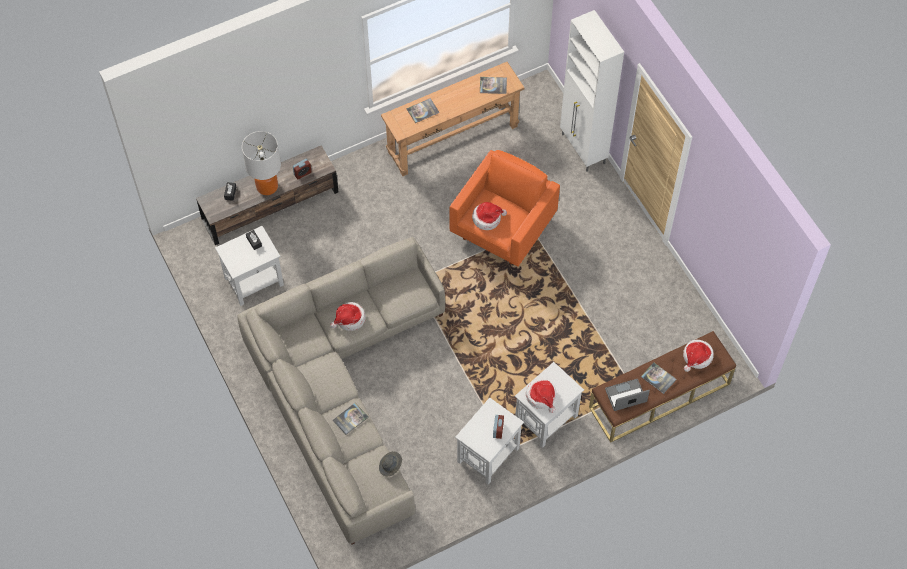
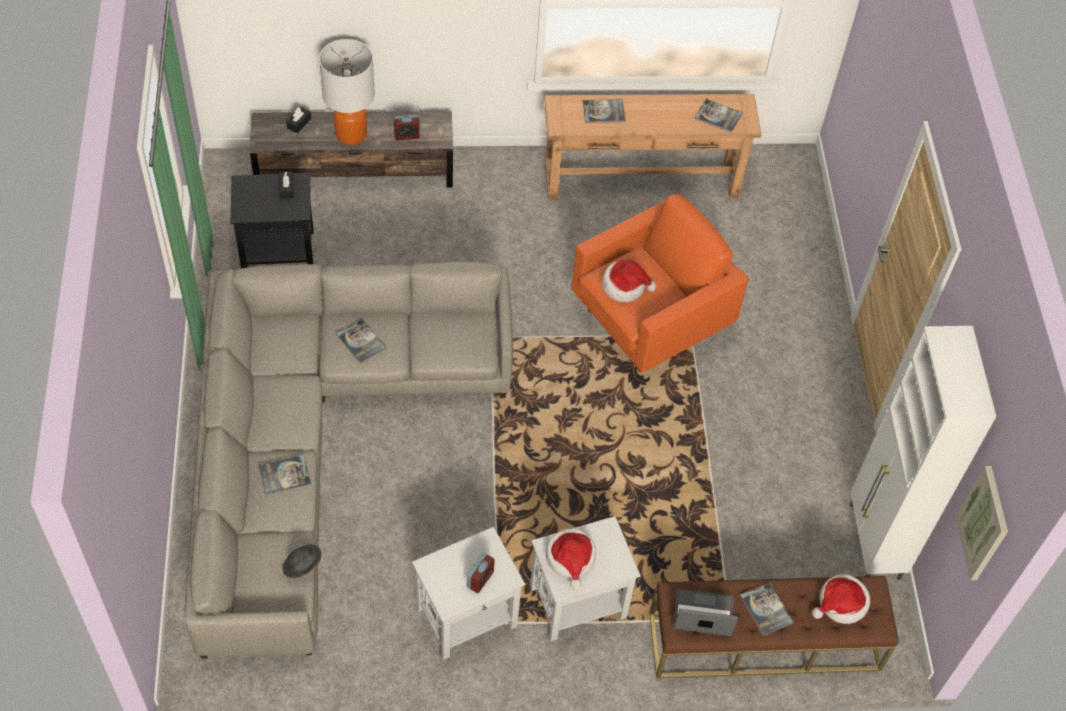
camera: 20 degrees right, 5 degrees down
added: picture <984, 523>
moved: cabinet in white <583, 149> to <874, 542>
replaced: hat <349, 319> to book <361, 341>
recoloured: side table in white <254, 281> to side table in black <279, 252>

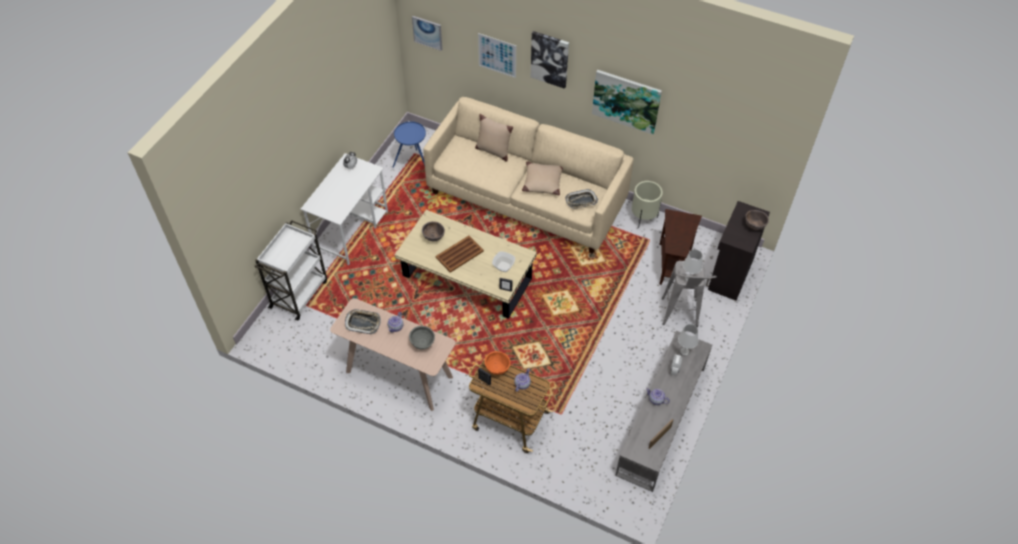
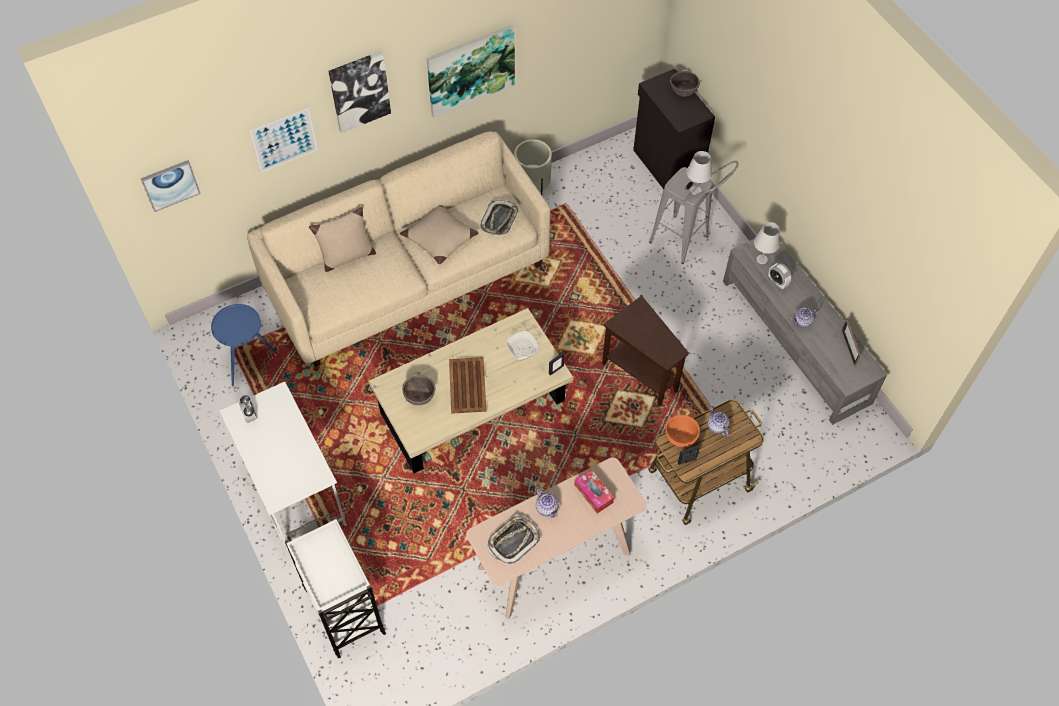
camera: 55 degrees left, 5 degrees up
moved: side table in brown <672, 263> to <640, 372>
replaced: bowl in grey <422, 344> to tissue box <593, 493>

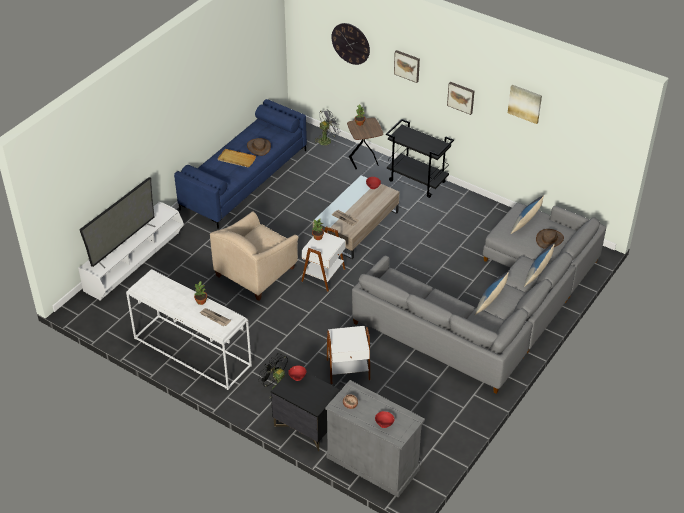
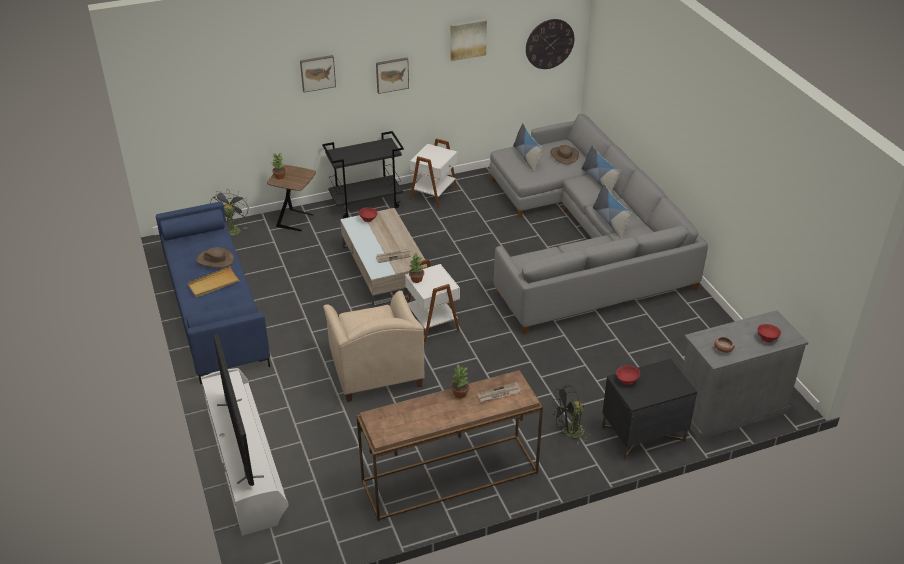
camera: 55 degrees left, 5 degrees down
moved: wall clock <350, 43> to <549, 44>; side table in white <348, 370> to <434, 195>
recoloured: console table in white <191, 352> to console table in brown <449, 478>

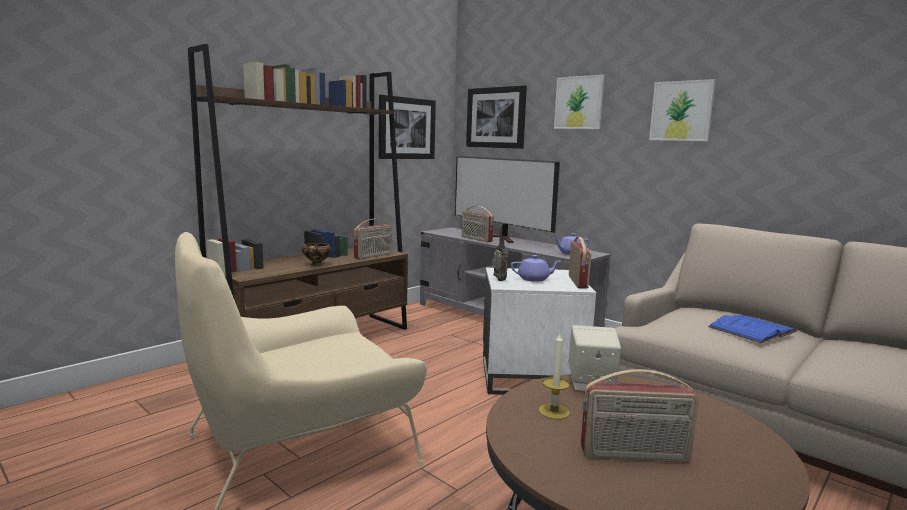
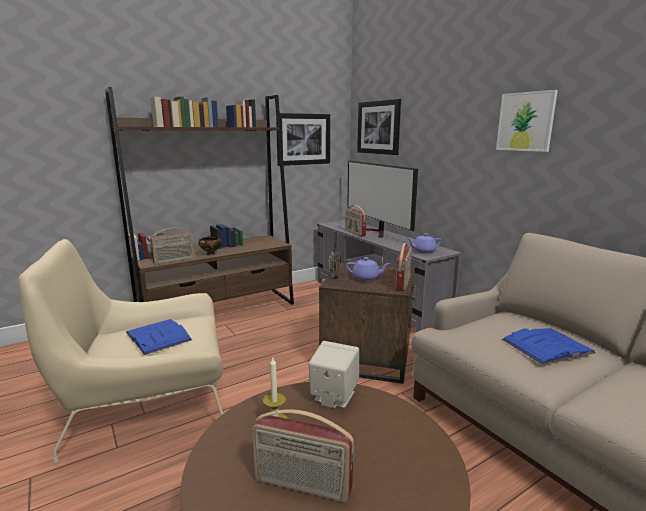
camera: 15 degrees right, 5 degrees up
removed: picture <579, 103>
added: book in blue <158, 336>
moved: radio <373, 256> to <174, 261>
recoloured: side table in white <530, 375> to side table in brown <367, 357>

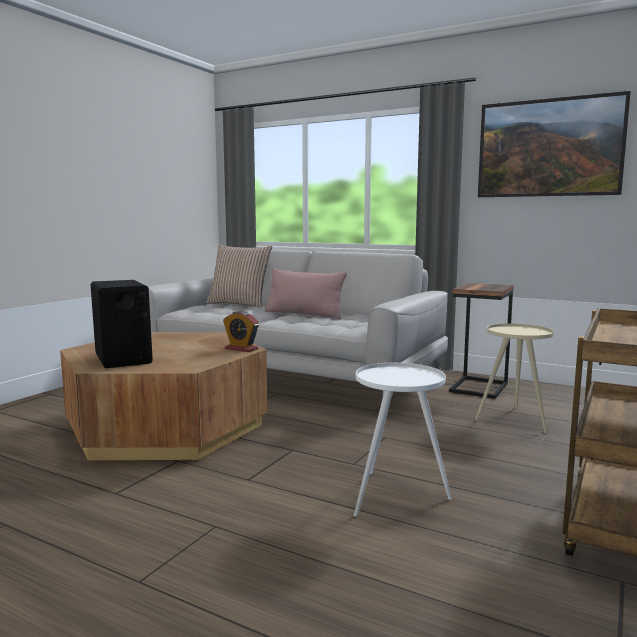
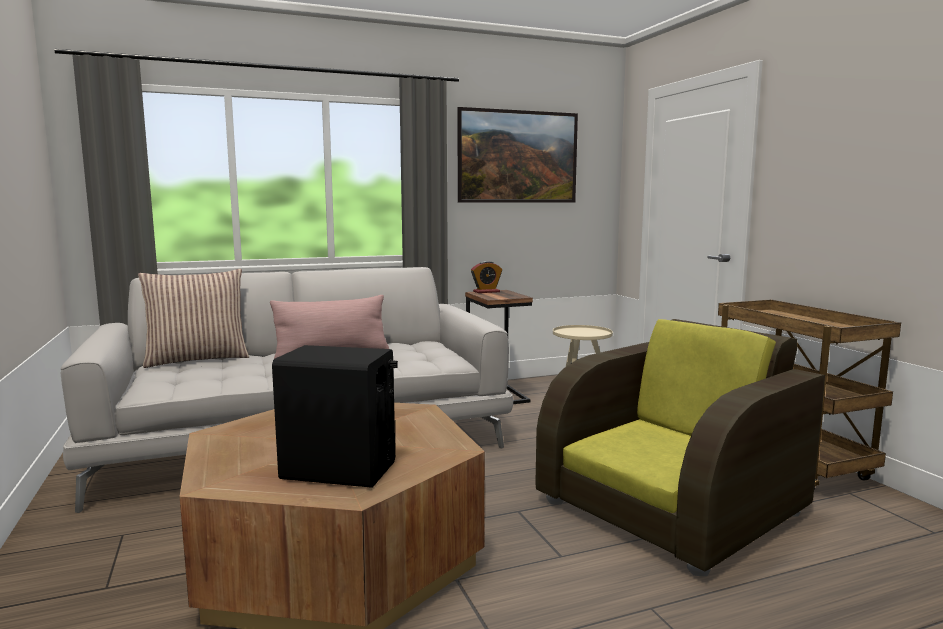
camera: 50 degrees left, 0 degrees up
moved: alarm clock <241, 349> to <486, 292>
replaced: side table in white <396, 497> to armchair in brown <672, 507>

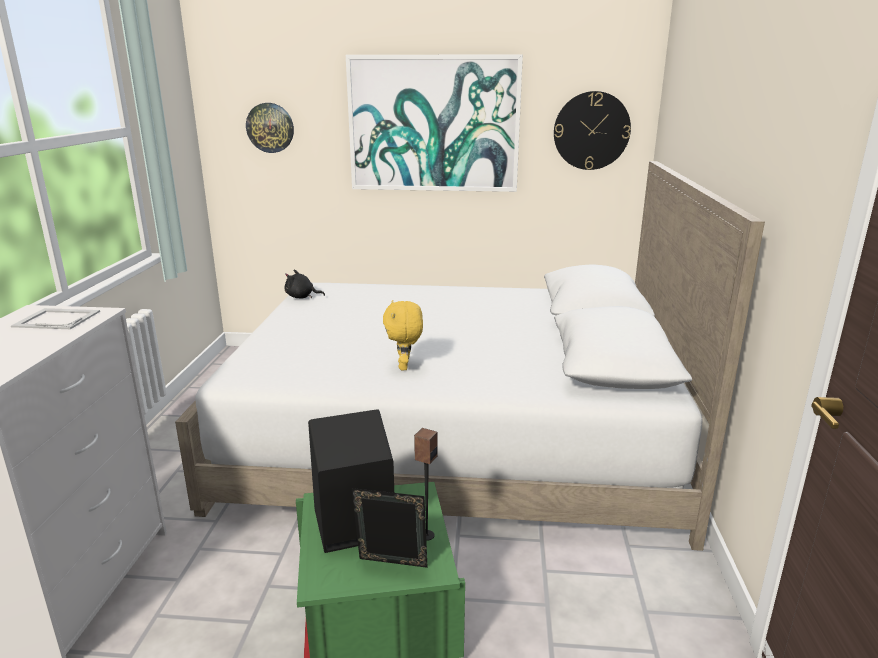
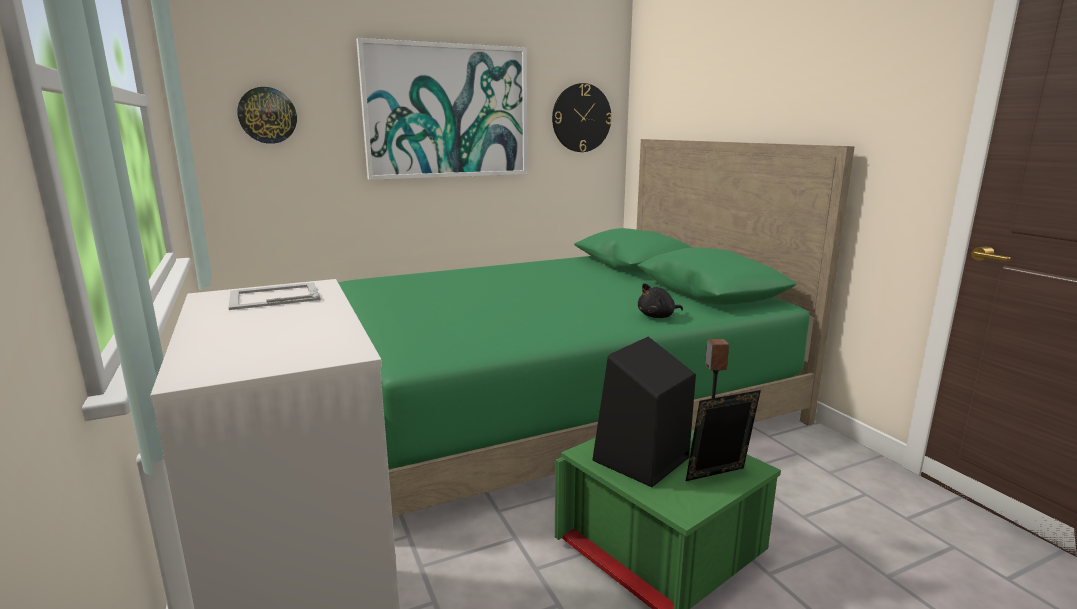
camera: 30 degrees left, 5 degrees down
removed: plush toy in yellow <404, 366>
moved: plush toy in black <302, 297> to <658, 316>
recoloured: bed in white <452, 437> to bed in green <553, 401>

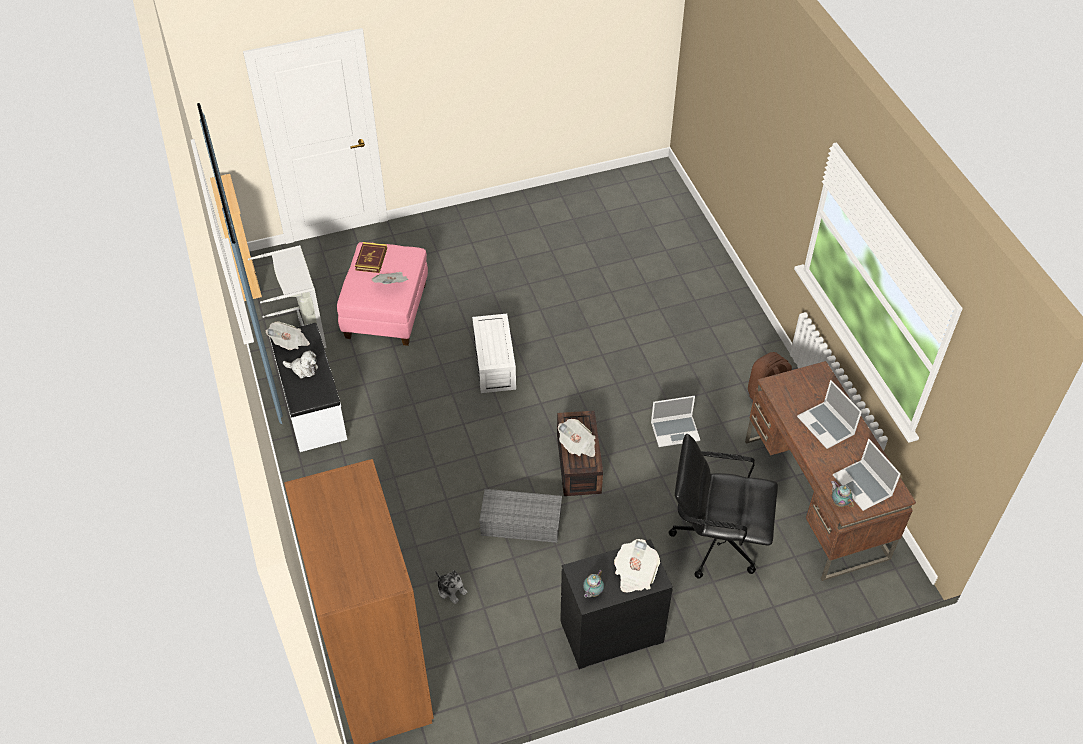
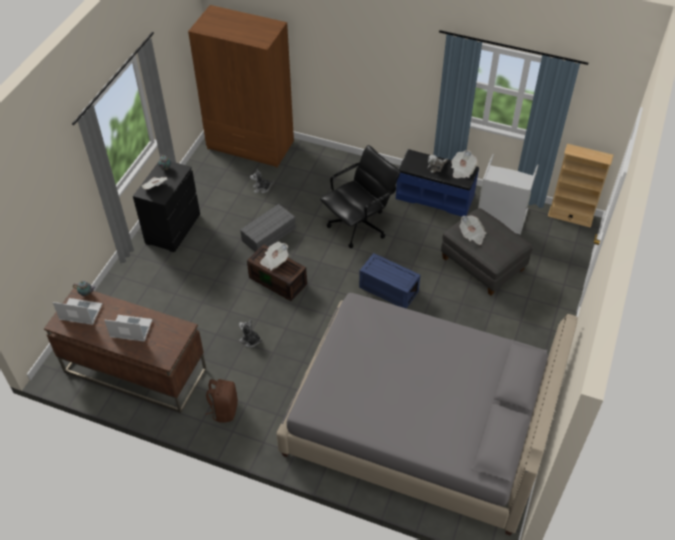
camera: 130 degrees right, 0 degrees up
removed: book <371, 259>
added: bed in grey <419, 423>
moved: office chair in black <715, 540> to <359, 226>
replaced: laptop <675, 431> to plush toy <250, 340>
recoloured: ottoman in pink <386, 311> to ottoman in grey <483, 265>; storage box in white <495, 365> to storage box in blue <387, 289>; bench in white <311, 405> to bench in blue <435, 197>

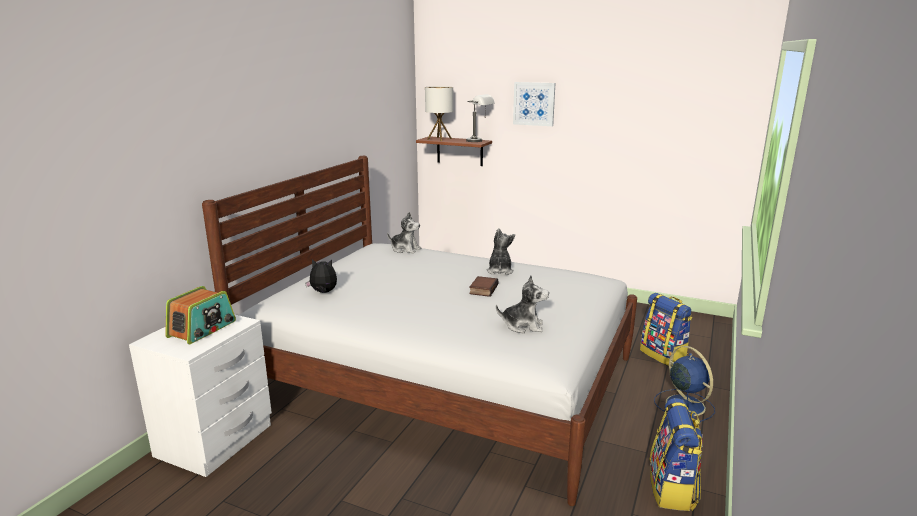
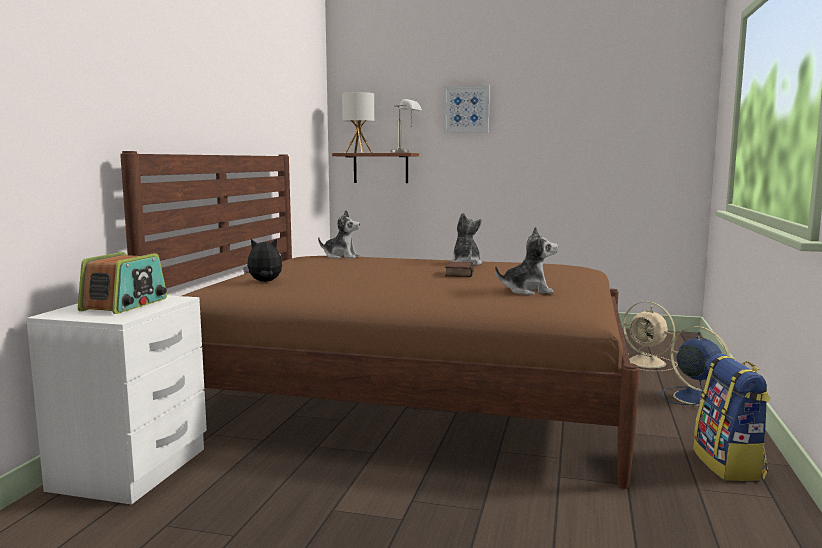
camera: 10 degrees left, 10 degrees down
replaced: backpack <664, 356> to fan in beige <648, 363>
recoloured: bed in white <444, 379> to bed in brown <410, 396>

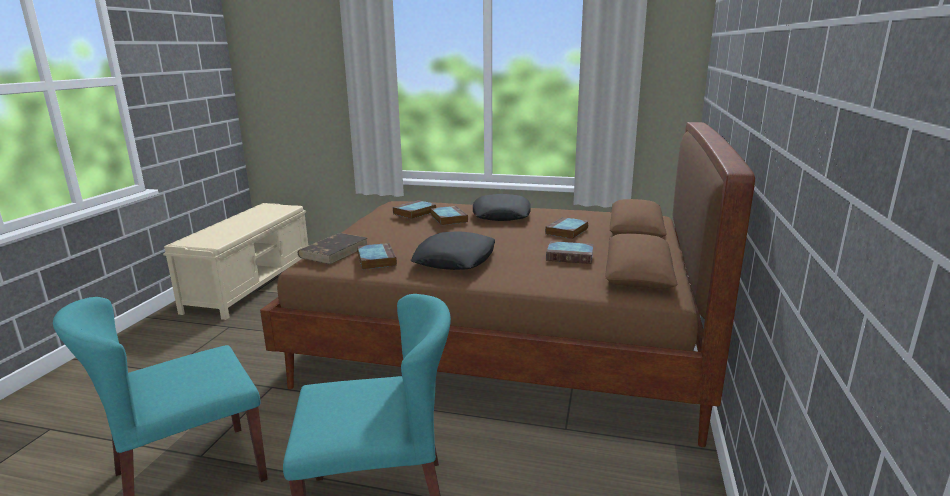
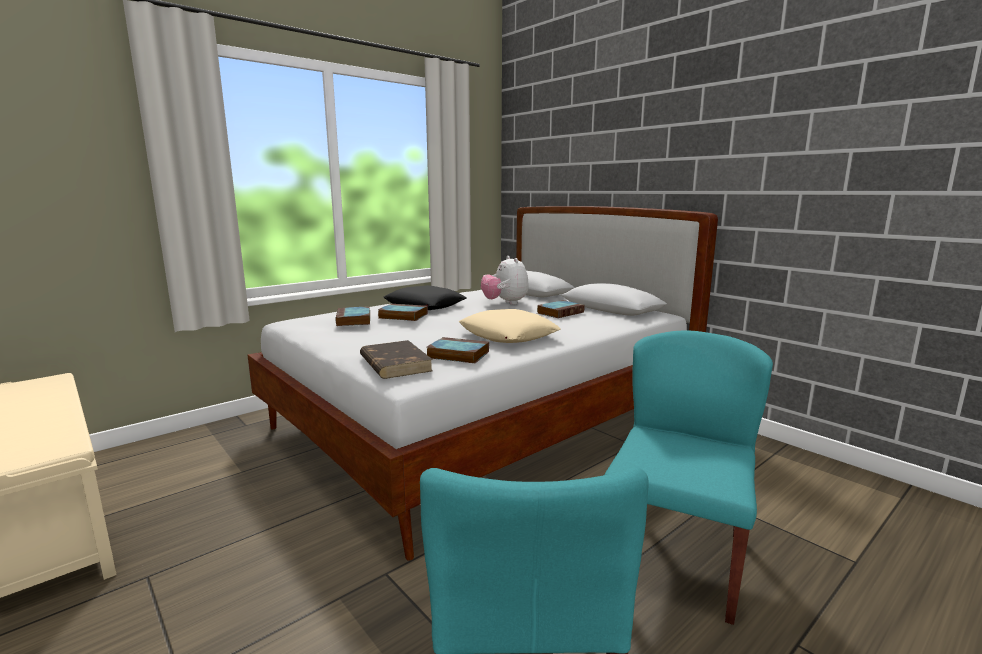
camera: 55 degrees left, 5 degrees down
replaced: book <567, 232> to plush toy <505, 303>
recoloured: bed in brown <504, 342> to bed in white <485, 423>; pillow in black <455, 259> to pillow in beige <508, 335>

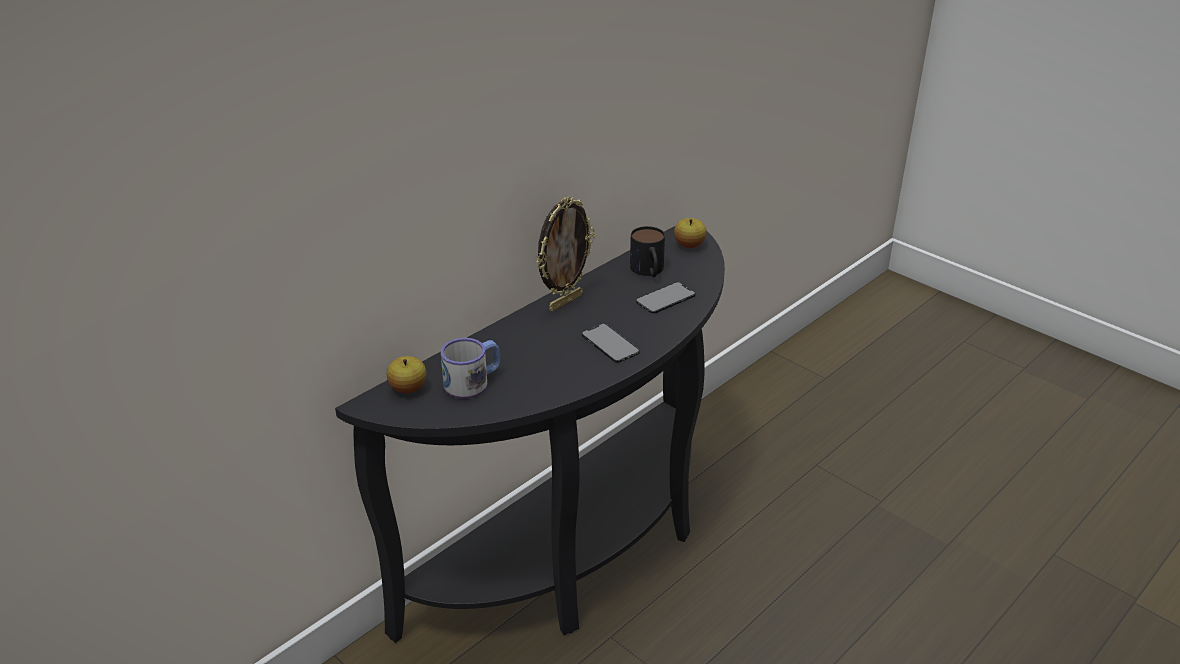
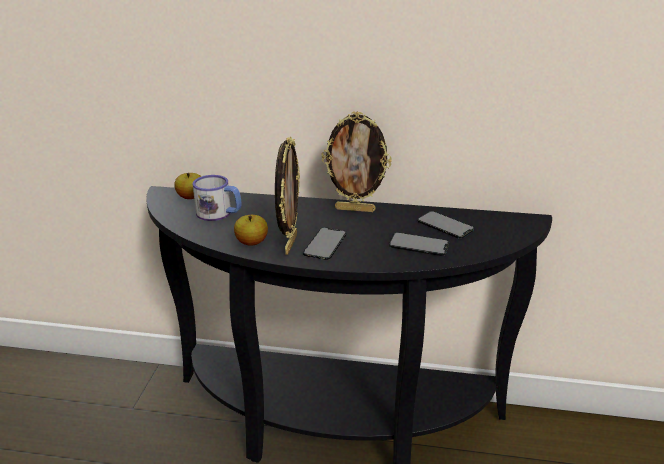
camera: 55 degrees right, 5 degrees down
added: picture frame <289, 244>
moved: apple <689, 245> to <252, 242>
replaced: mug <648, 271> to phone <445, 225>

